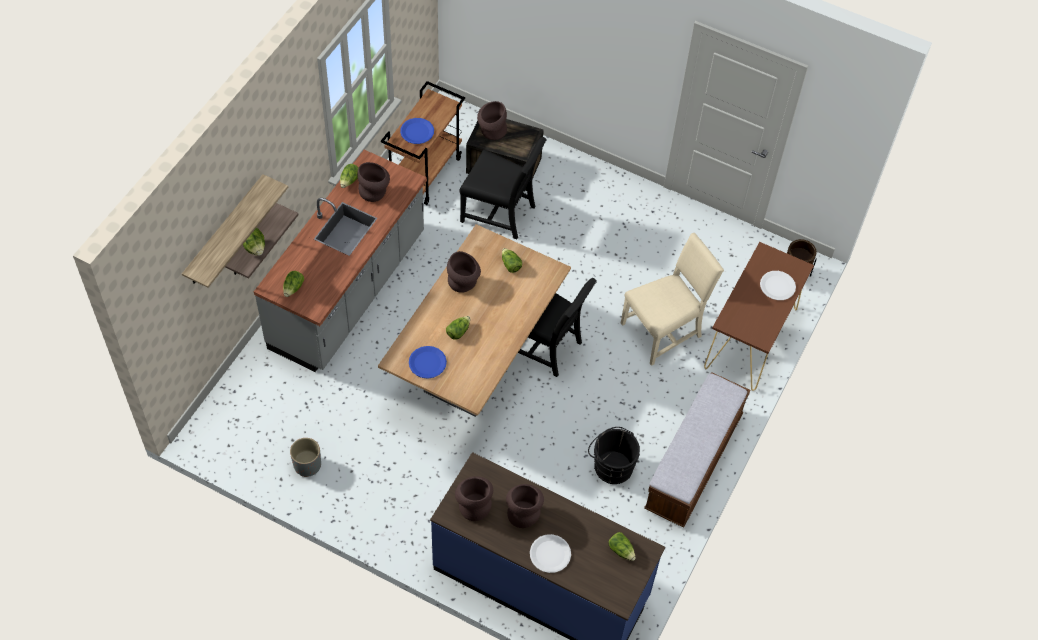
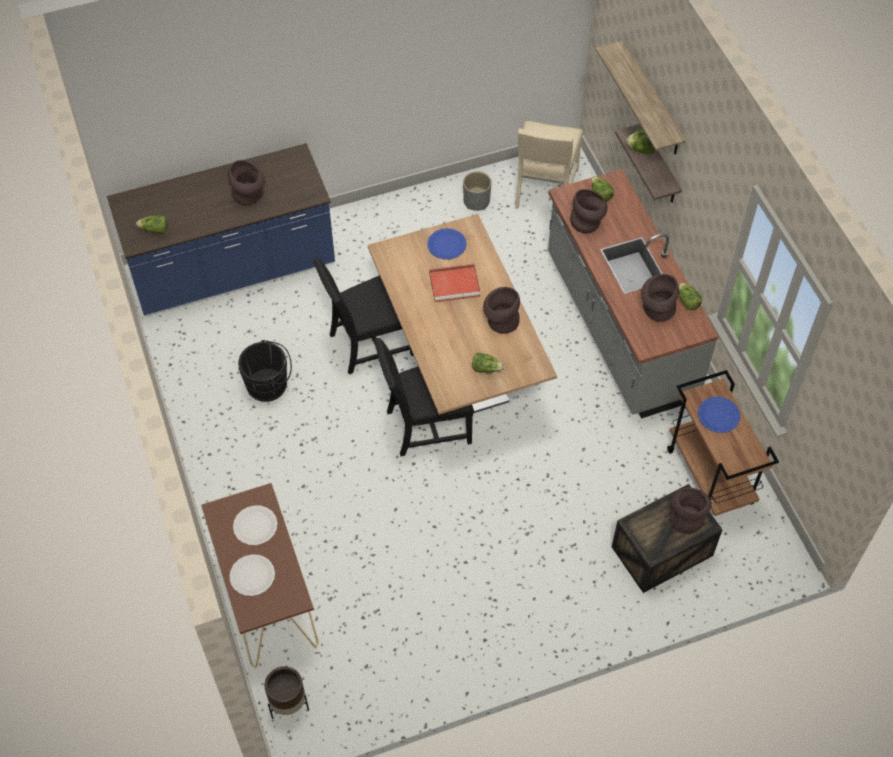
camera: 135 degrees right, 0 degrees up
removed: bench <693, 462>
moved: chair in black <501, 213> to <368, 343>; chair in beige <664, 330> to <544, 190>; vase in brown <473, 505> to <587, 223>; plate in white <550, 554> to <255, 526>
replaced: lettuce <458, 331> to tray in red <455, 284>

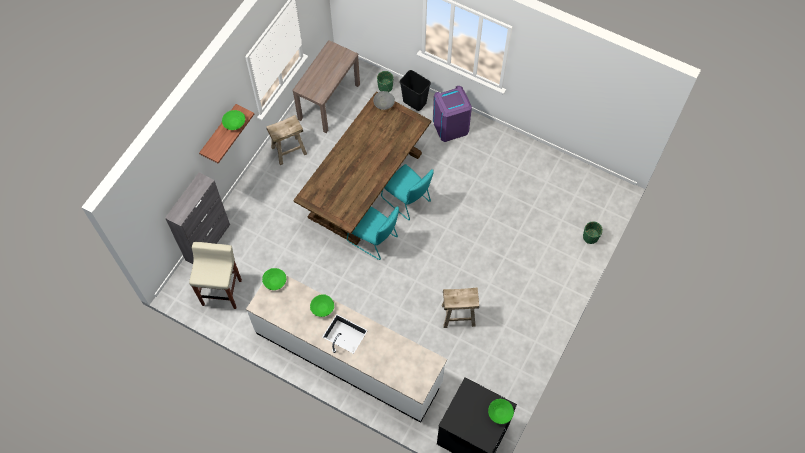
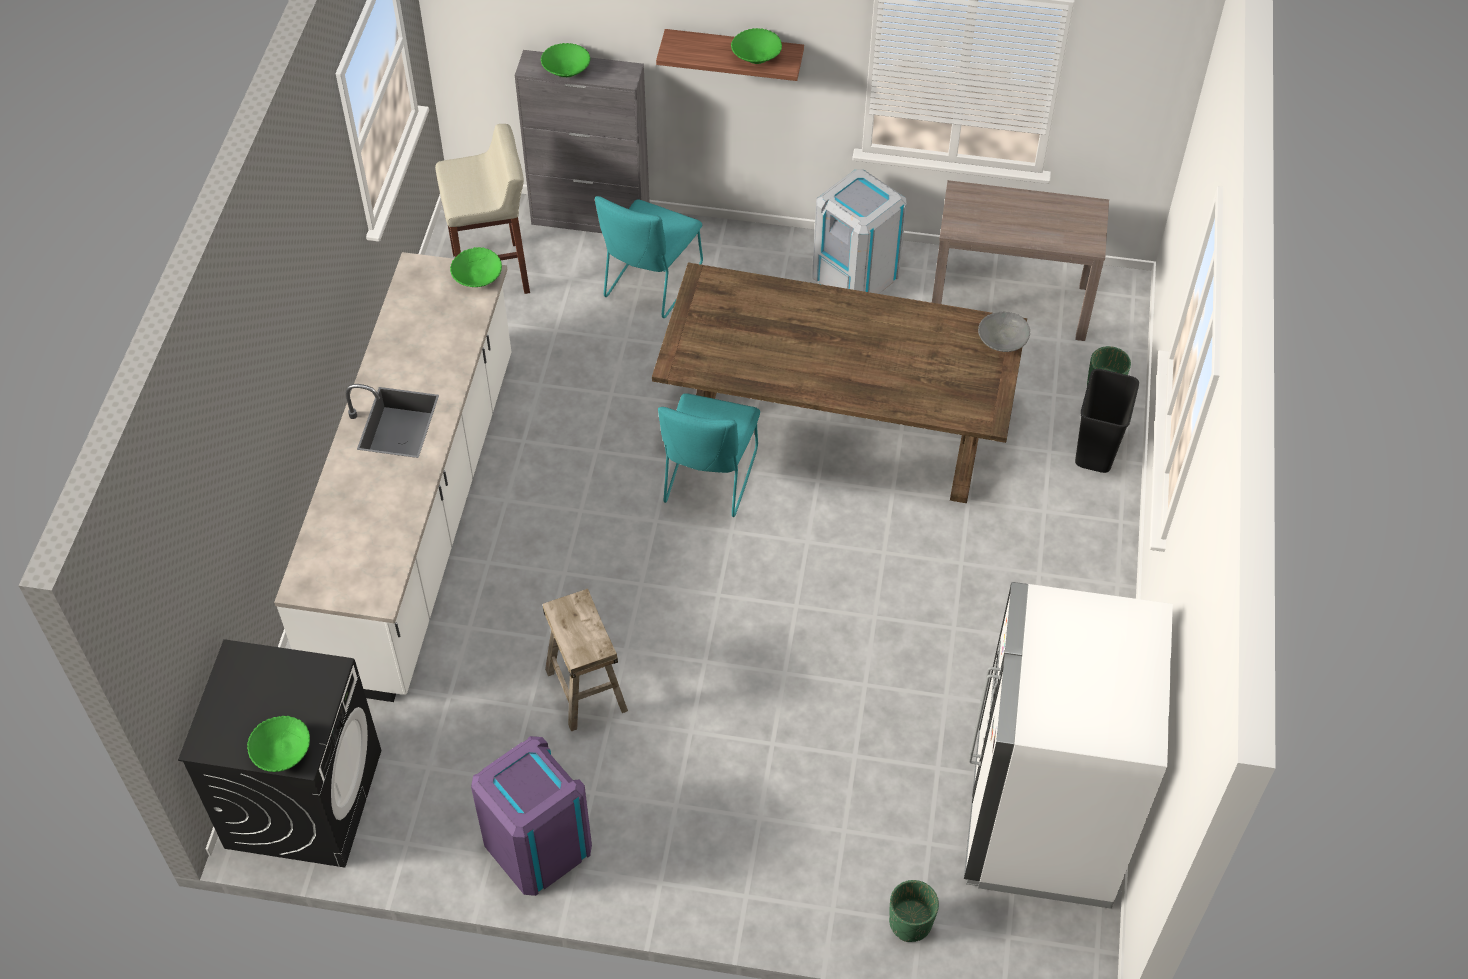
camera: 70 degrees right, 10 degrees down
added: fridge in white <1041, 821>
moved: trash can in purple <450, 126> to <537, 845>; chair in turquoise <407, 201> to <650, 285>; bowl in green <322, 308> to <566, 70>
replaced: stool in beige <289, 150> to trash can in grey <855, 274>

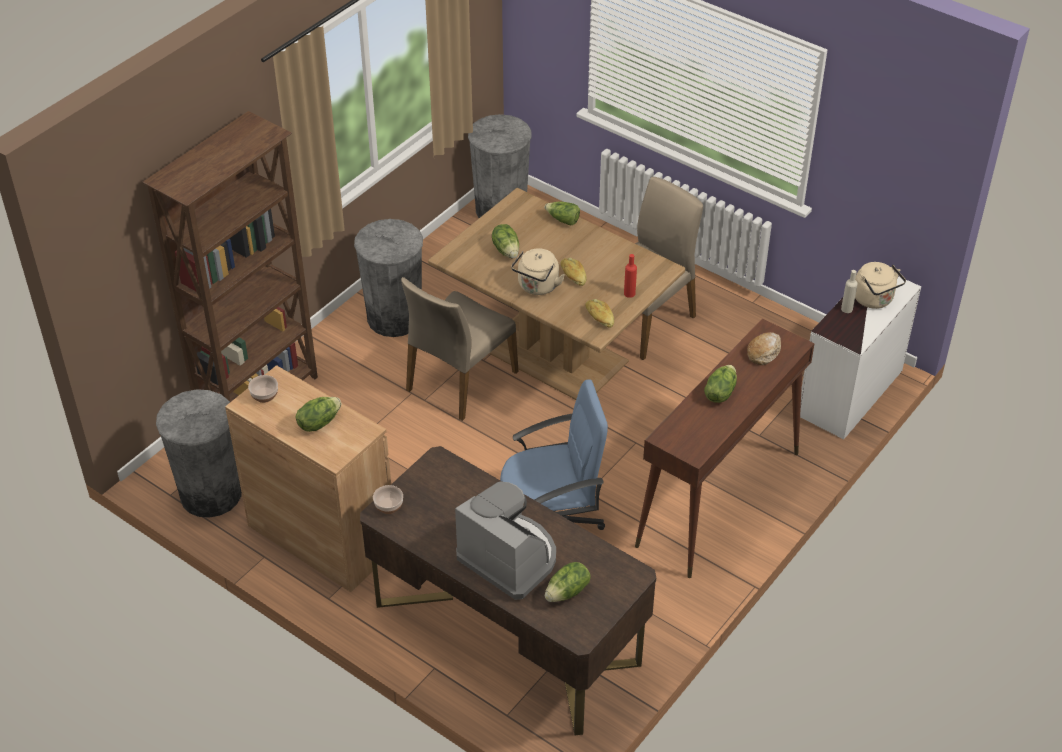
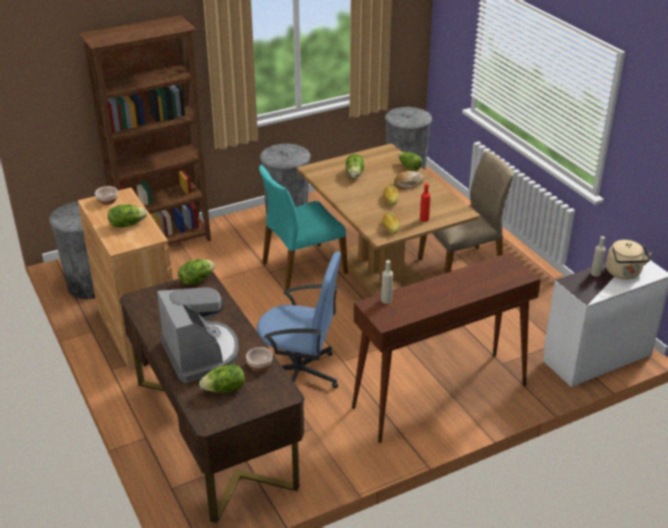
camera: 25 degrees right, 10 degrees down
removed: kettle in beige <537, 287>
added: bottle in beige <386, 300>
moved: bread <764, 352> to <408, 183>; lettuce <719, 393> to <196, 280>; bowl <389, 506> to <259, 365>
recoloured: chair in beige <460, 380> to chair in turquoise <303, 268>

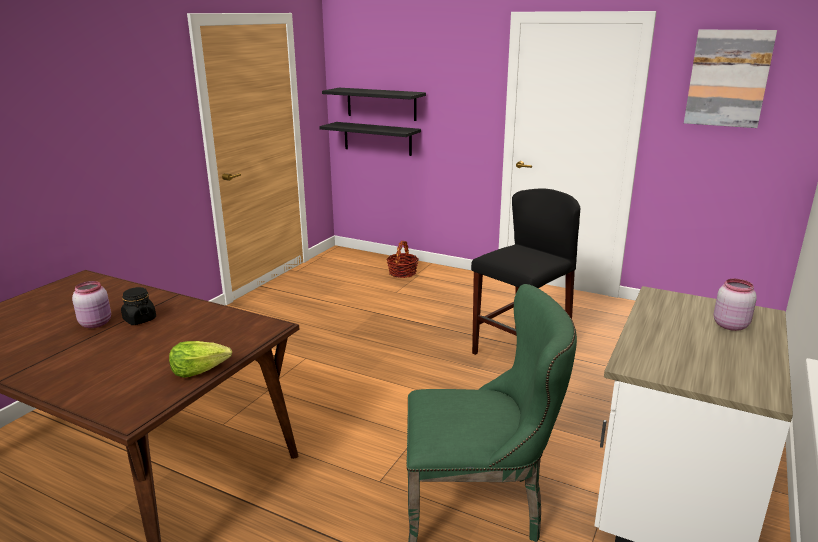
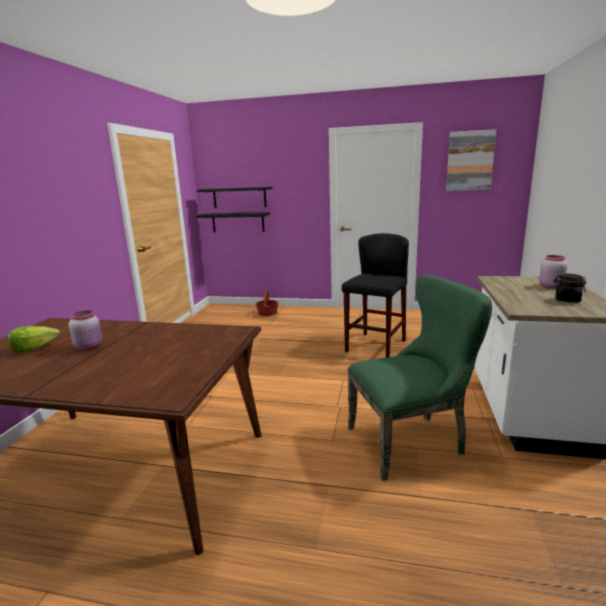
camera: 15 degrees left, 5 degrees down
moved: jar in black <139, 319> to <567, 300>; lettuce <199, 370> to <34, 348>

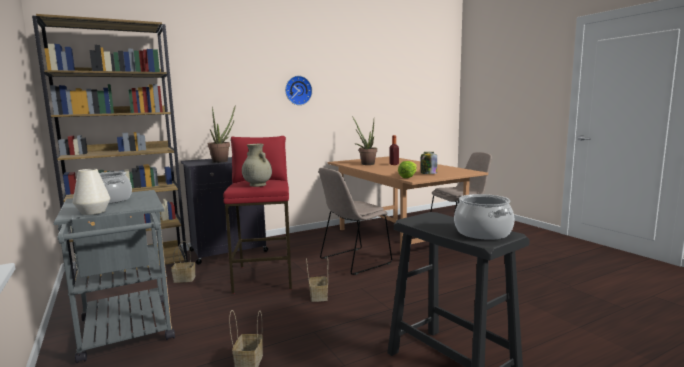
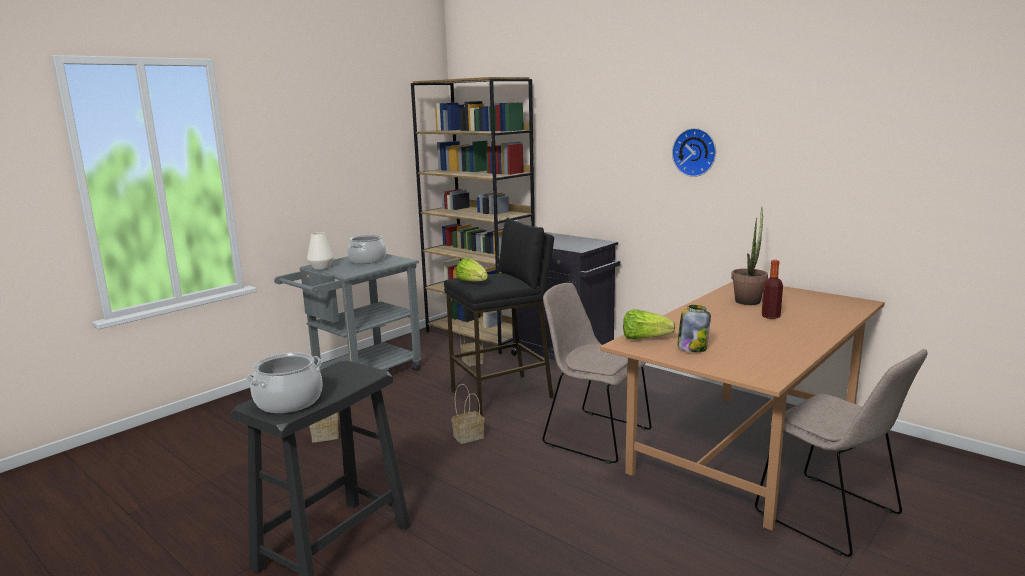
camera: 70 degrees right, 5 degrees up
removed: potted plant <222, 161>
replaced: vase in beige <257, 185> to lettuce <472, 282>
recoloured: stool in red <264, 277> to stool in black <503, 395>

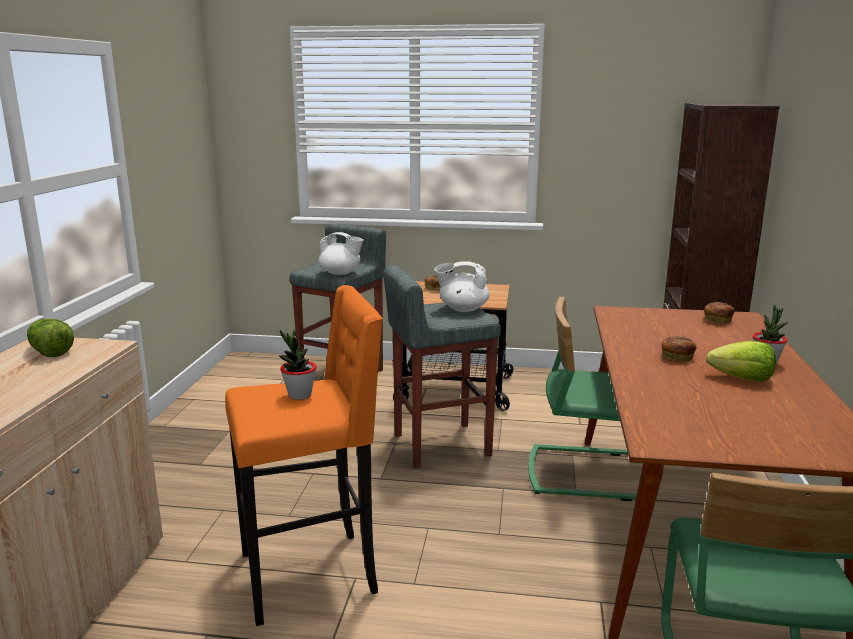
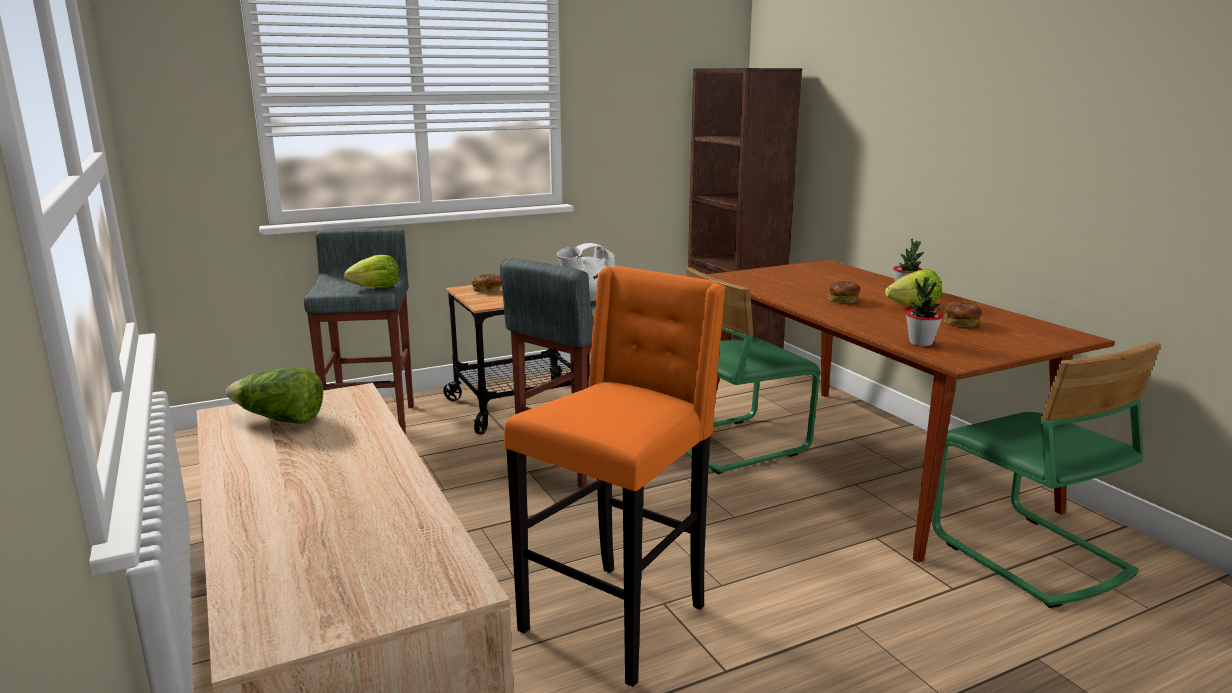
camera: 35 degrees left, 0 degrees up
moved: bread <717, 320> to <961, 323>; potted plant <299, 395> to <920, 343>
replaced: teapot in white <340, 273> to lettuce <376, 288>

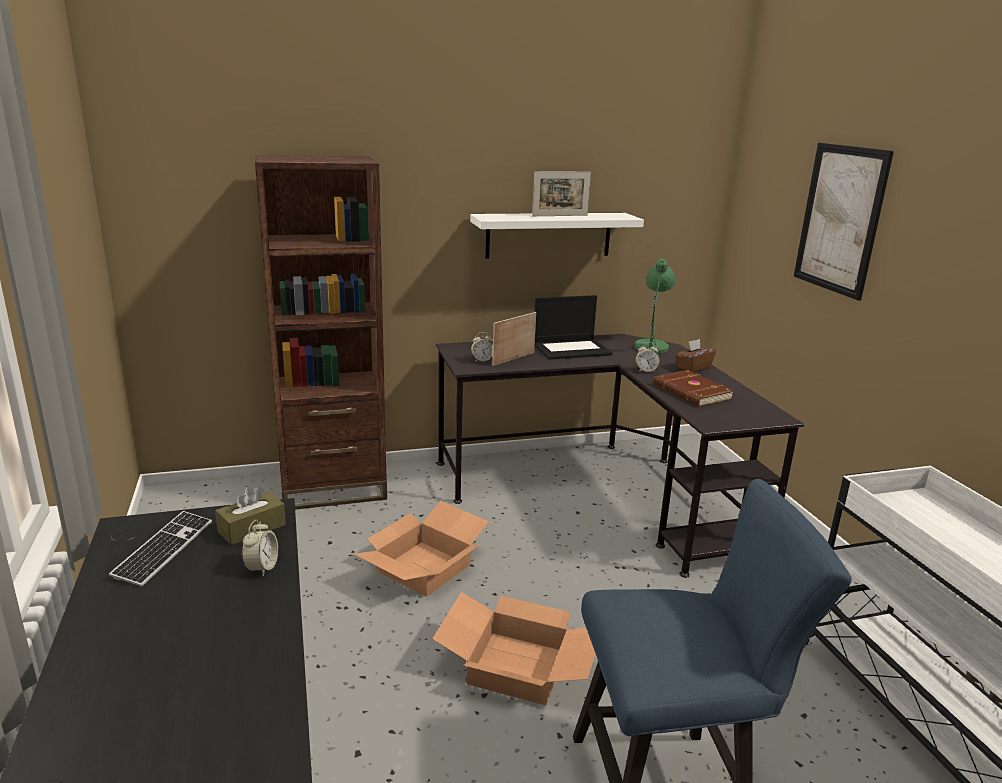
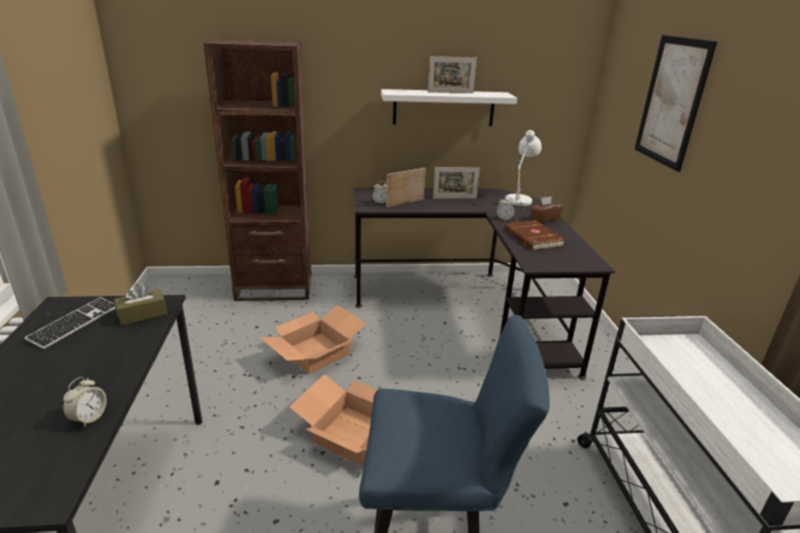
camera: 10 degrees right, 5 degrees up
moved: alarm clock <261, 567> to <89, 418>
replaced: laptop <572, 349> to picture frame <454, 198>
recoloured: table lamp in green <652, 346> to table lamp in white <519, 200>

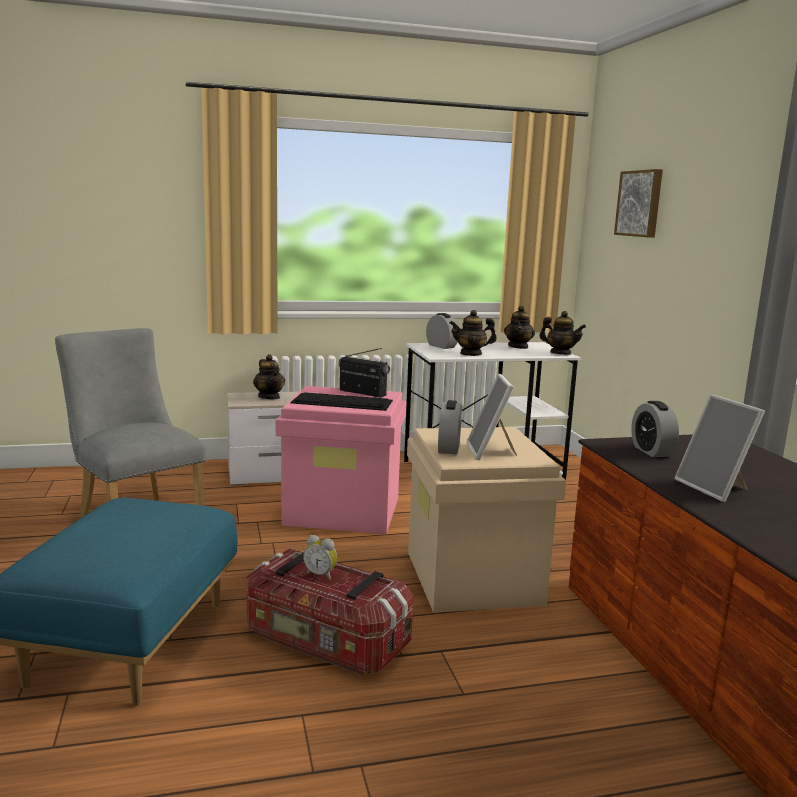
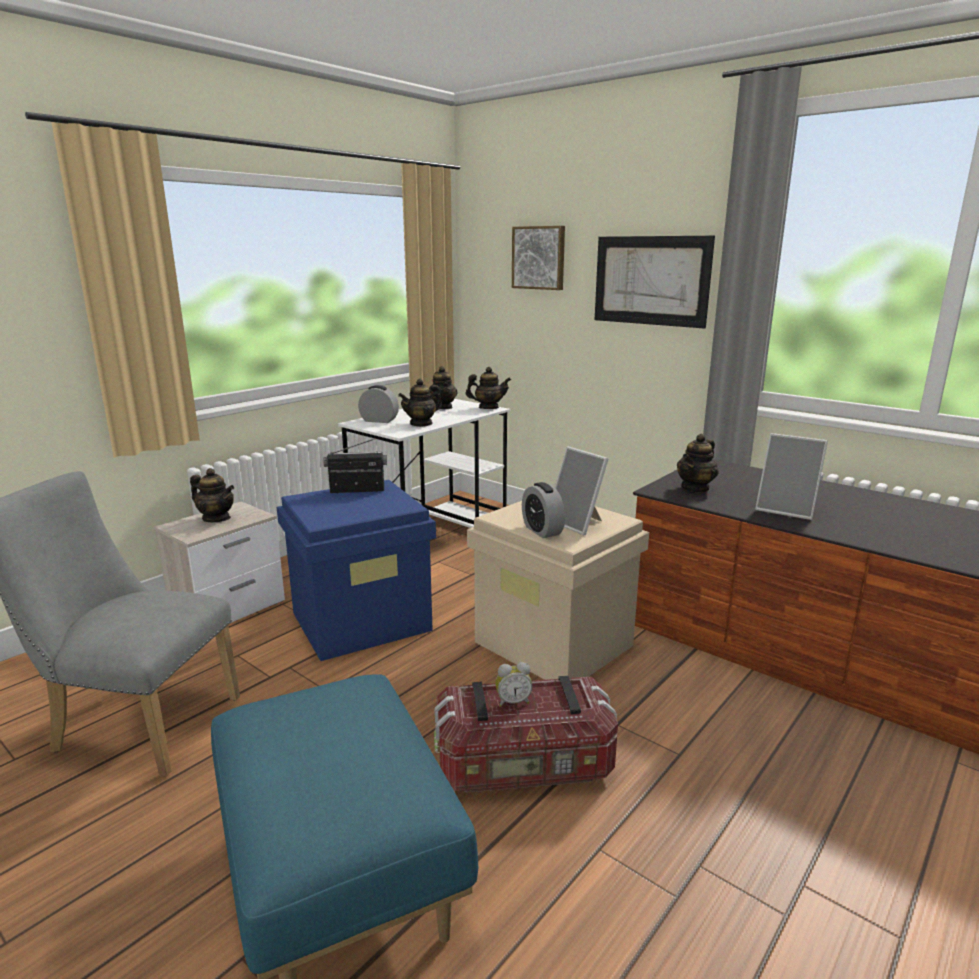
camera: 35 degrees left, 5 degrees up
removed: keyboard <343, 402>
added: picture <650, 280>
replaced: alarm clock <651, 451> to teapot <696, 488>
recoloured: storage box in pink <344, 511> to storage box in blue <362, 621>

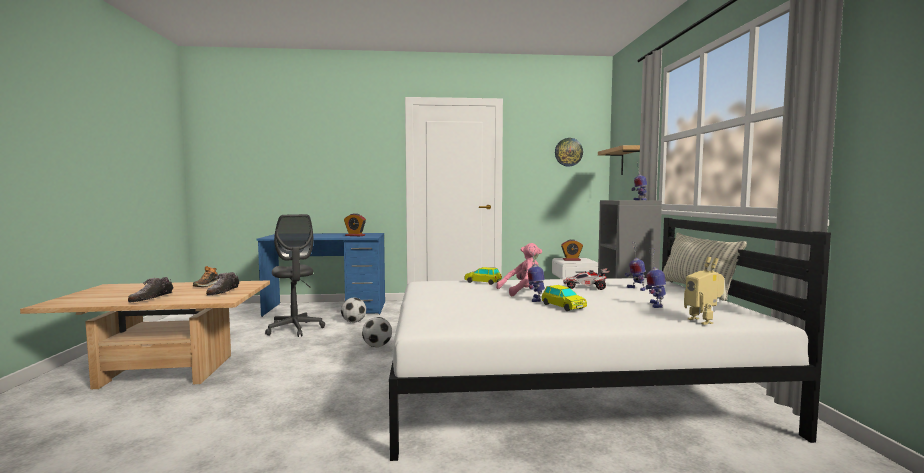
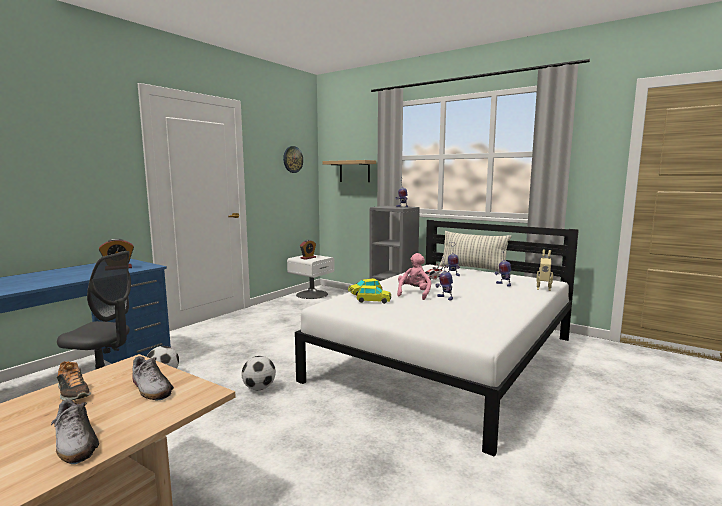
camera: 50 degrees left, 5 degrees up
moved: toy car <563, 306> to <374, 301>

